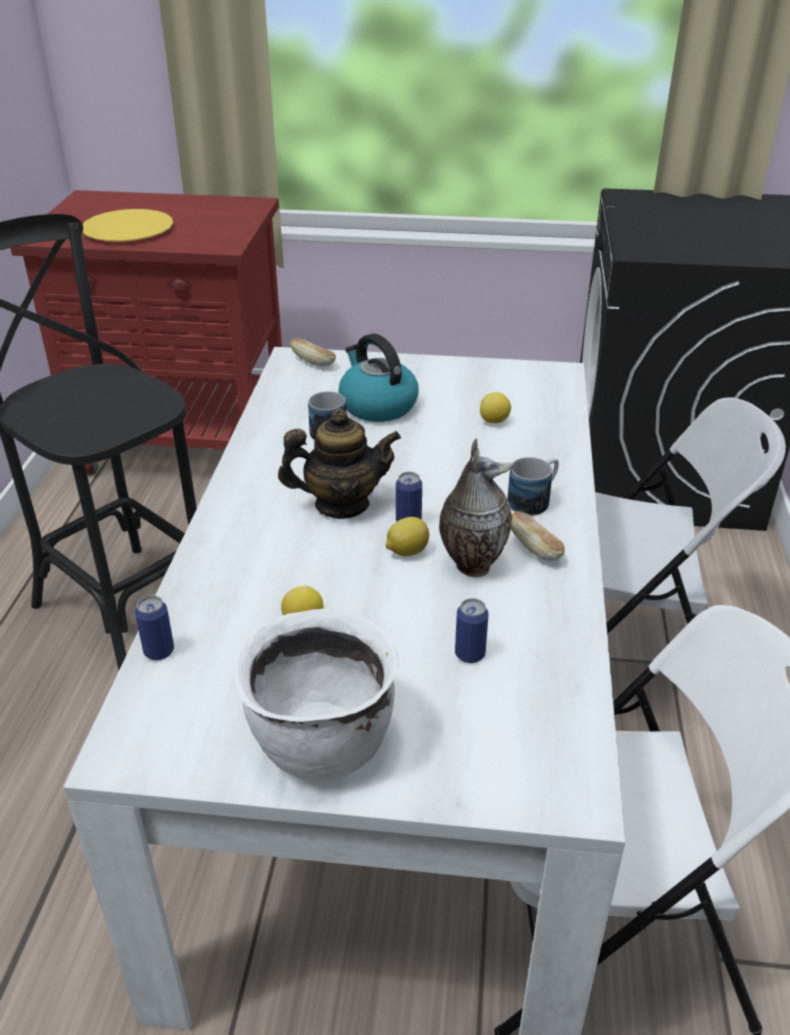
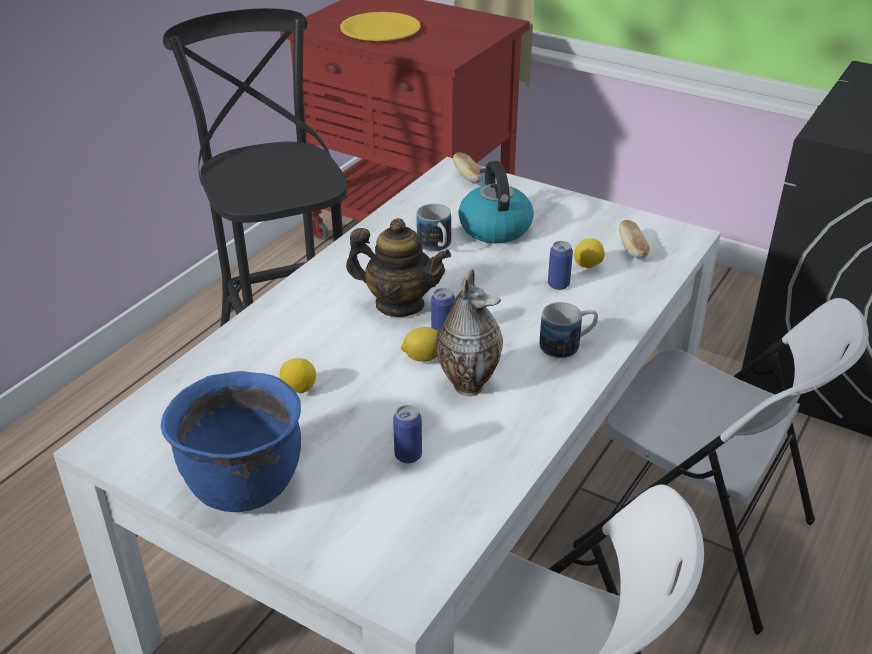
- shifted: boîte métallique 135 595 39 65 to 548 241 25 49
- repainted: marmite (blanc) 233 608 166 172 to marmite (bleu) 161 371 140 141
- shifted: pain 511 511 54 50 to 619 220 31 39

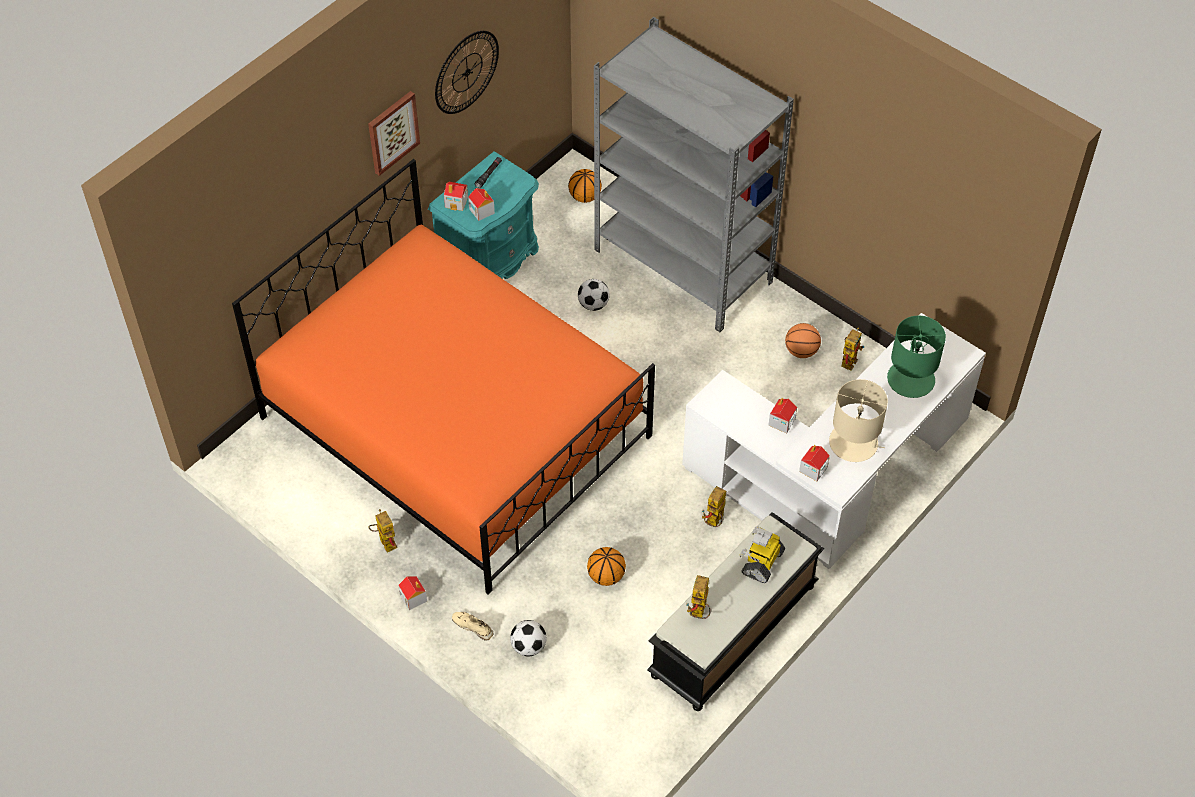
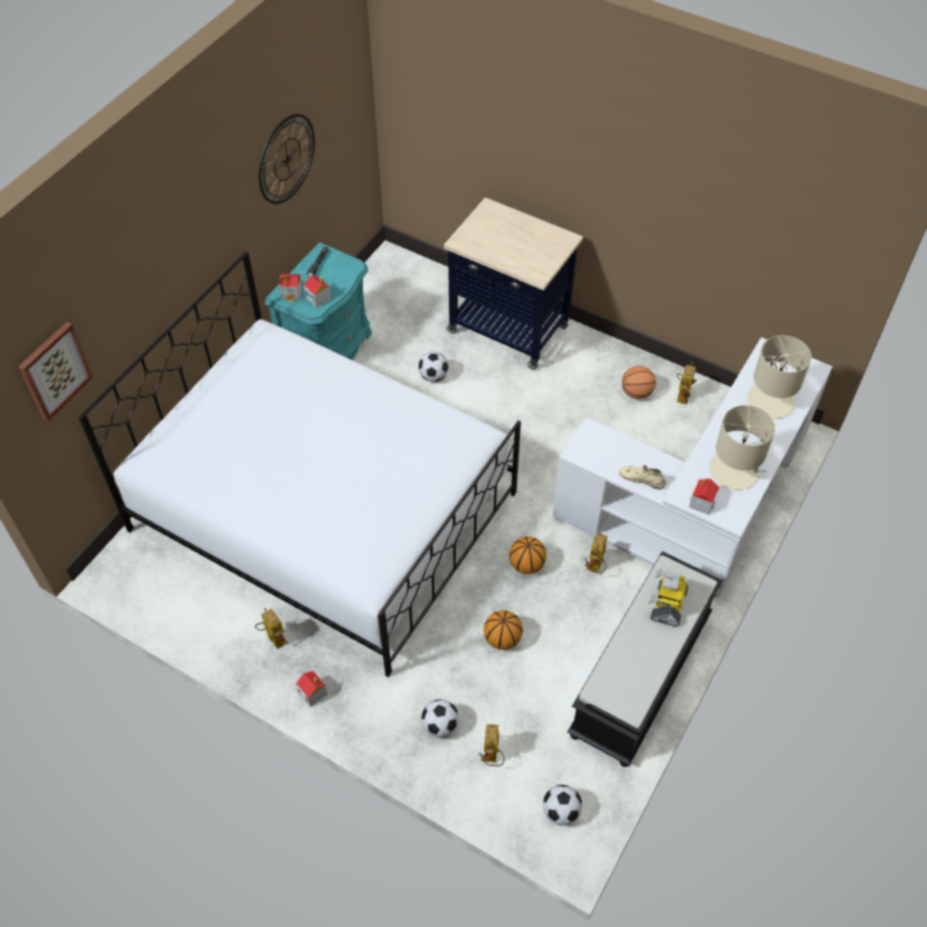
- repainted: lit (orange) 232 159 423 436 to lit (blanc) 78 251 443 426
- shifted: tableau 368 91 52 85 to 18 322 75 99
- shifted: chaussure (beige) 452 612 42 29 to 620 464 46 26
- shifted: ballon de basket 568 169 34 34 to 509 537 37 37
- swapped: bibliothèque (gris) 594 17 200 315 to chariot (bleu) 444 197 139 173
- shifted: robot jouet 686 575 25 44 to 479 724 26 42
- gone: maison miniature 768 398 29 35
- repainted: lampe de table (vert) 887 315 59 83 to lampe de table (beige) 747 335 65 84
- new: ballon de foot 543 785 39 41

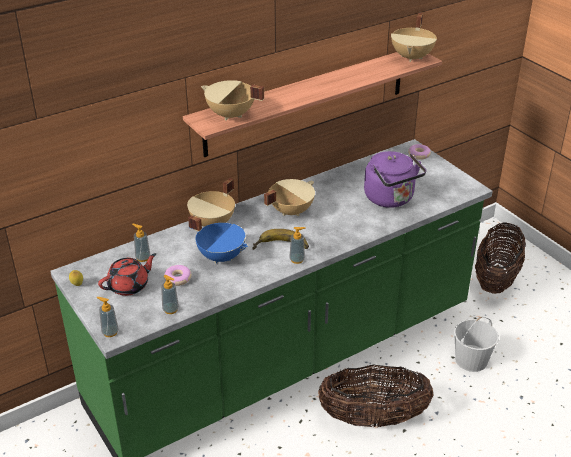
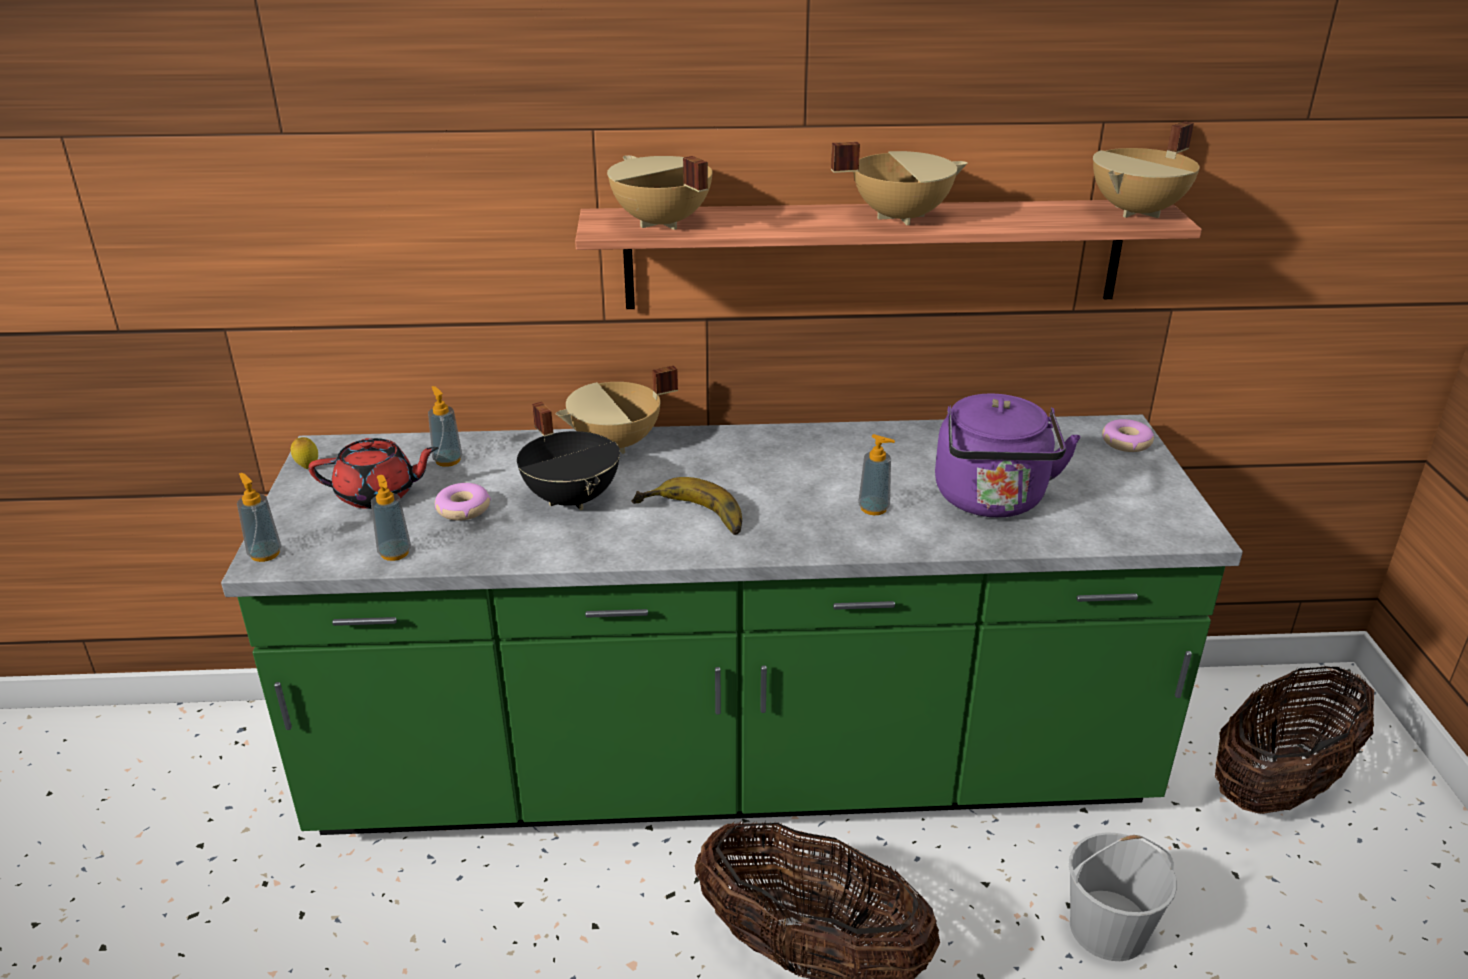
- repainted: marmite (bleu) 188 215 60 48 to marmite (noir) 517 402 103 108
- shifted: marmite (beige) 264 179 51 37 to 831 141 137 84
- shifted: distributeur de savon 289 227 17 37 to 858 434 37 81

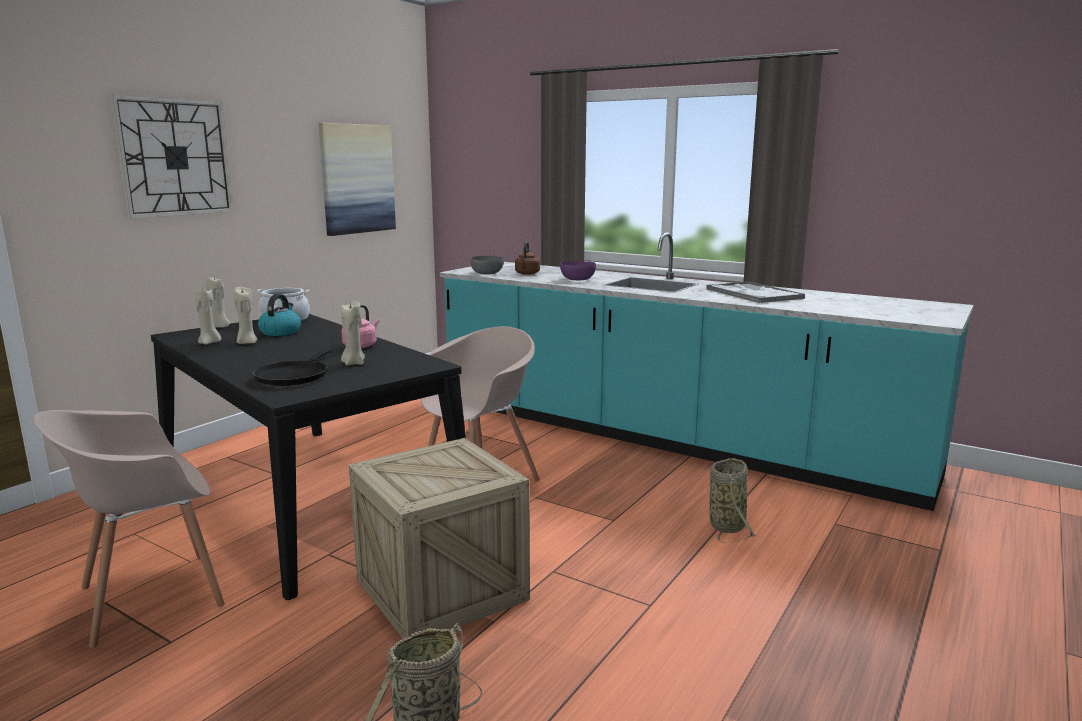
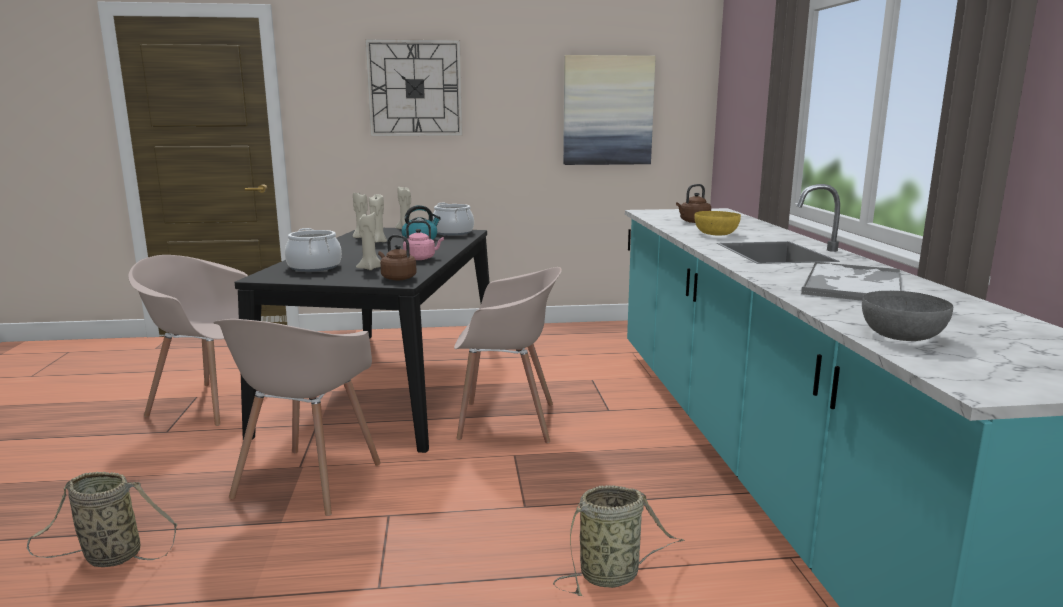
- swapped: poêle (noir) 253 349 78 37 to marmite 285 228 57 44
- swapped: caisse 349 438 181 200 to chaise (beige) 213 319 168 197
- shifted: bol (gris) 470 256 34 19 to 862 291 91 50
- repainted: bol (violet) 560 261 36 19 to bol (jaune) 694 211 47 24
- new: bouilloire (marron) 378 235 39 45

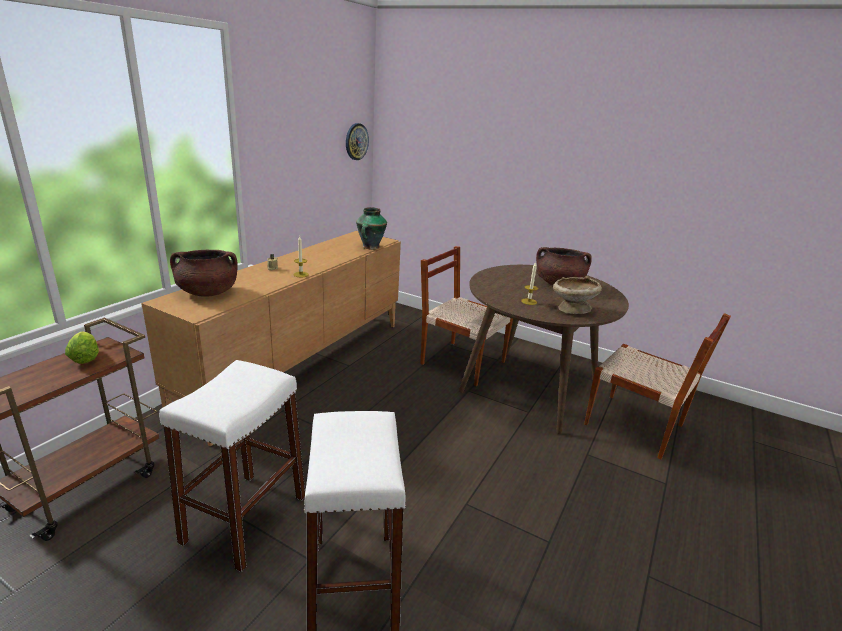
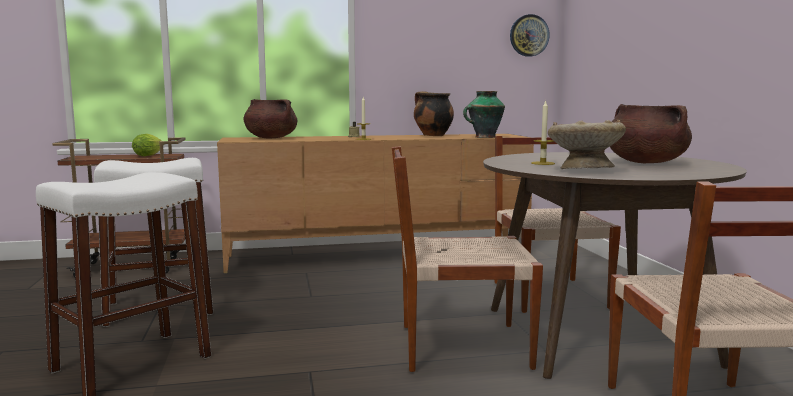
- new: chaise 392 146 151 226
- new: marmite 414 91 40 45

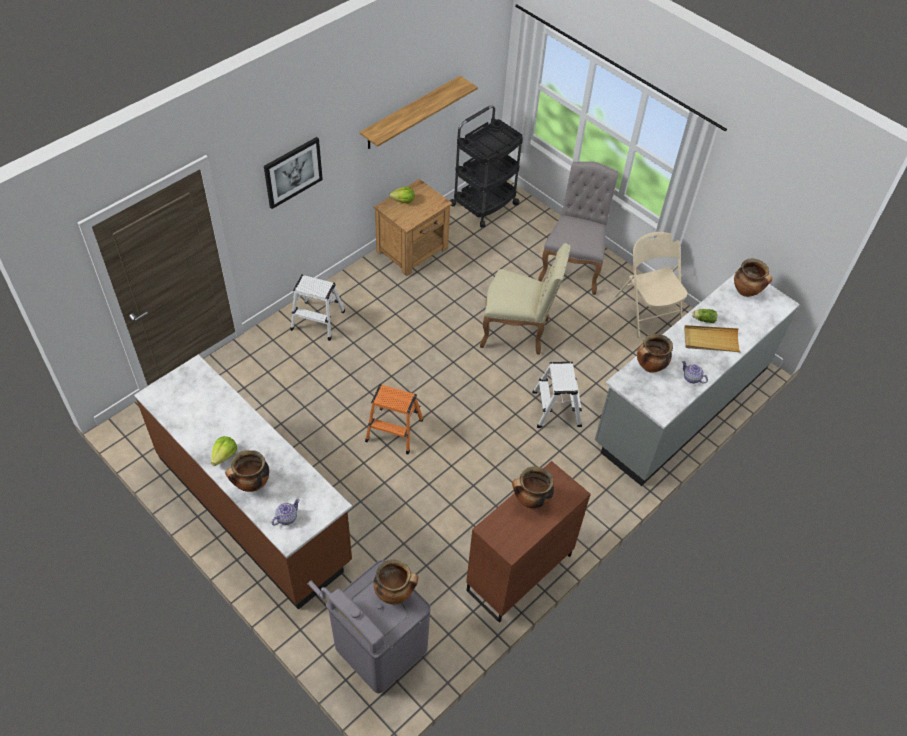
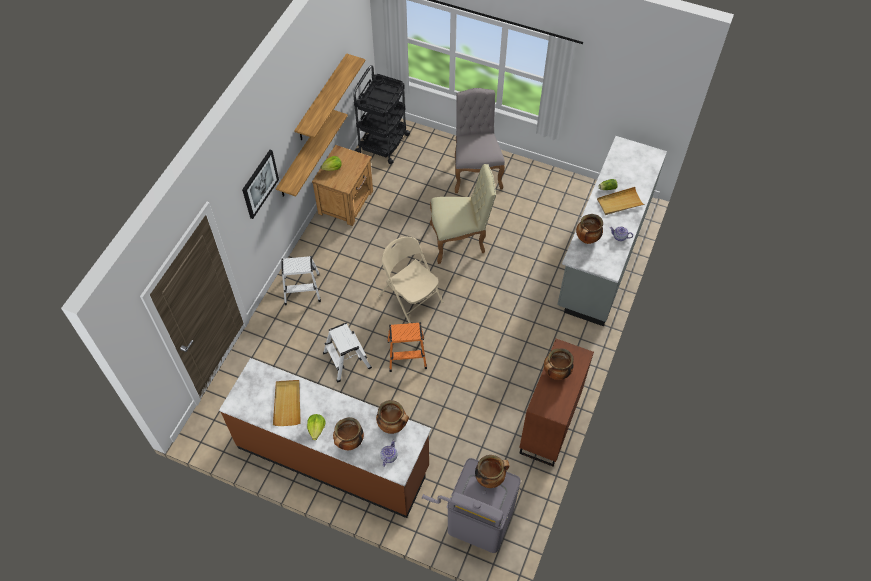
- shifted: escabeau (blanc) 532 362 50 66 to 323 323 49 60
- shifted: chaise (beige) 614 232 73 106 to 379 237 65 86
- shifted: marmite 734 259 38 38 to 376 400 33 34
- new: plateau (beige) 273 380 28 46
- new: étagère 276 110 72 87

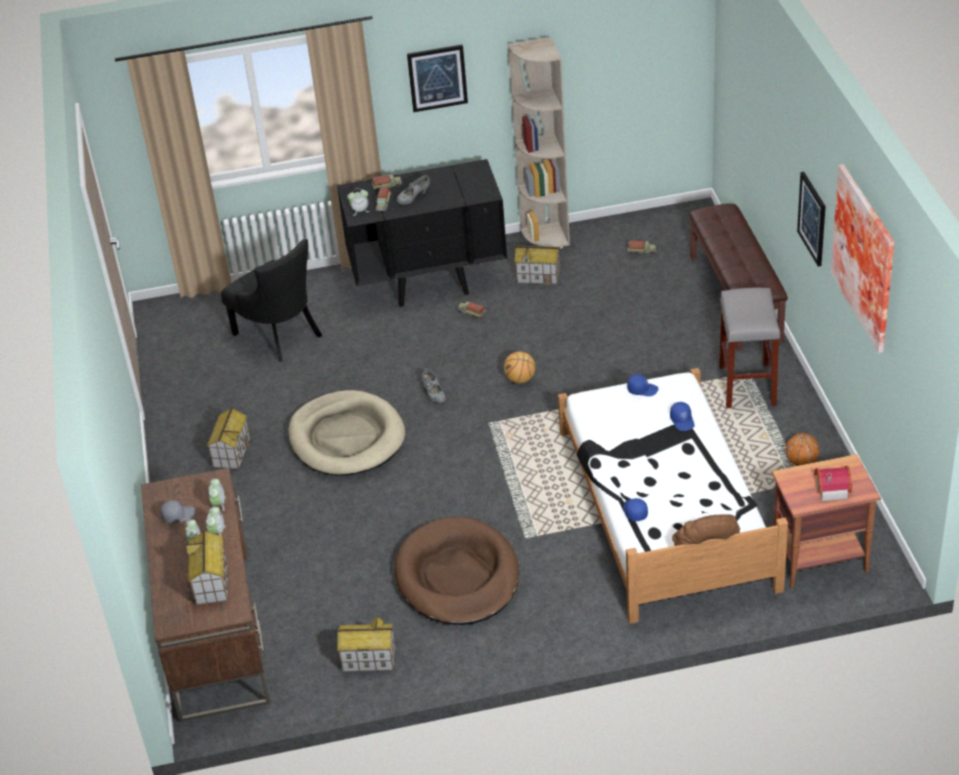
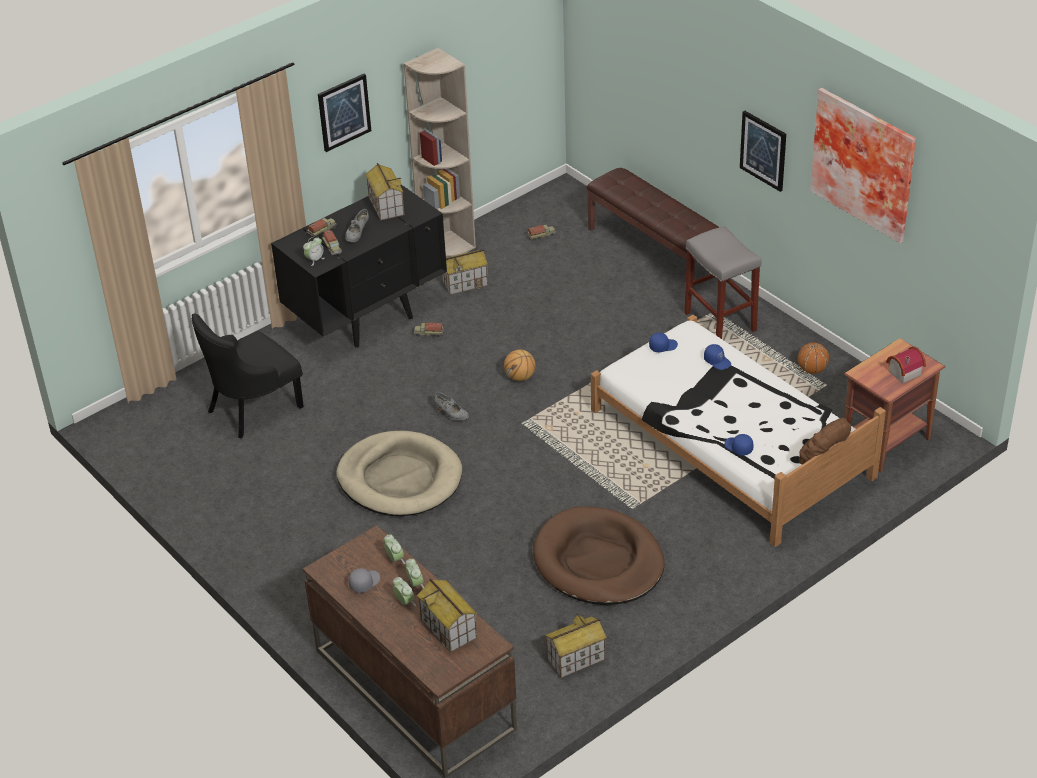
- shifted: maison miniature 207 407 44 62 to 365 163 39 58
- rotated: chaise (noir) 221 239 101 123 = 192 314 112 125 120 degrees clockwise

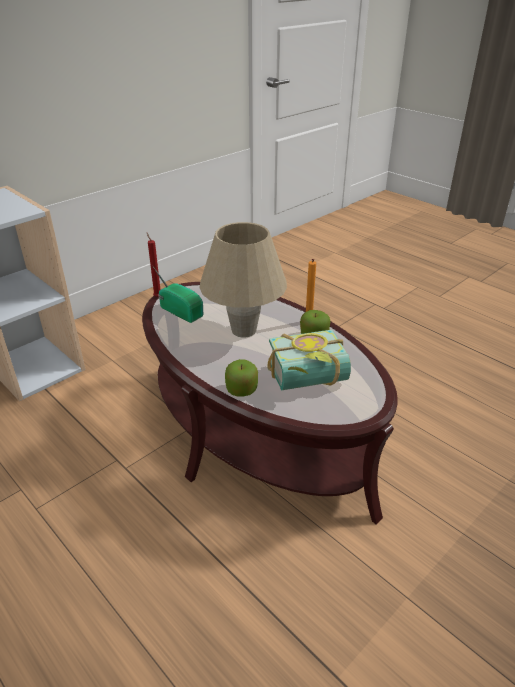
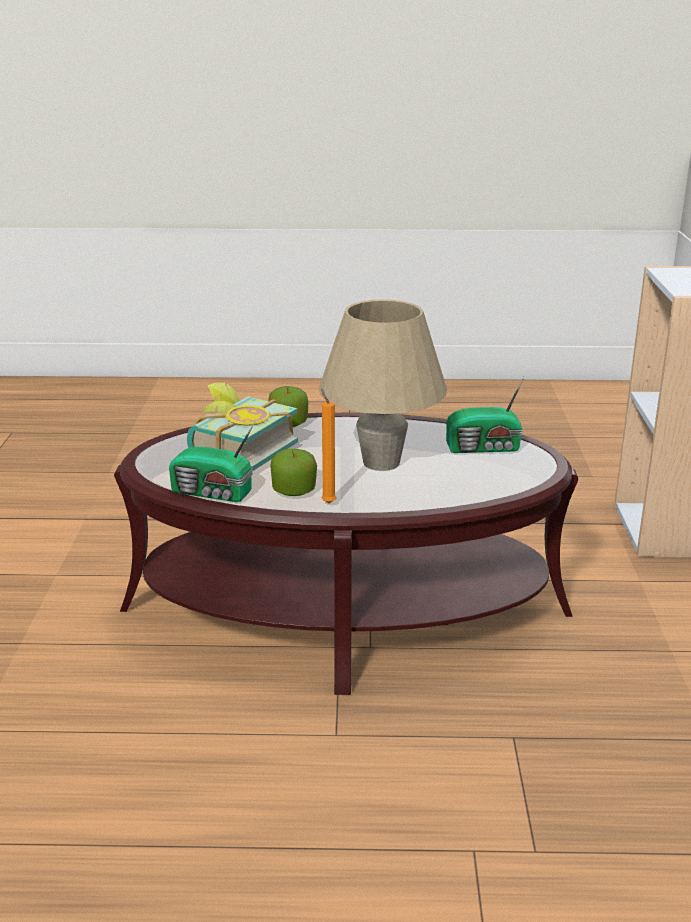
- gone: bougie (rouge) 147 233 14 64
- new: radio 169 421 87 81

